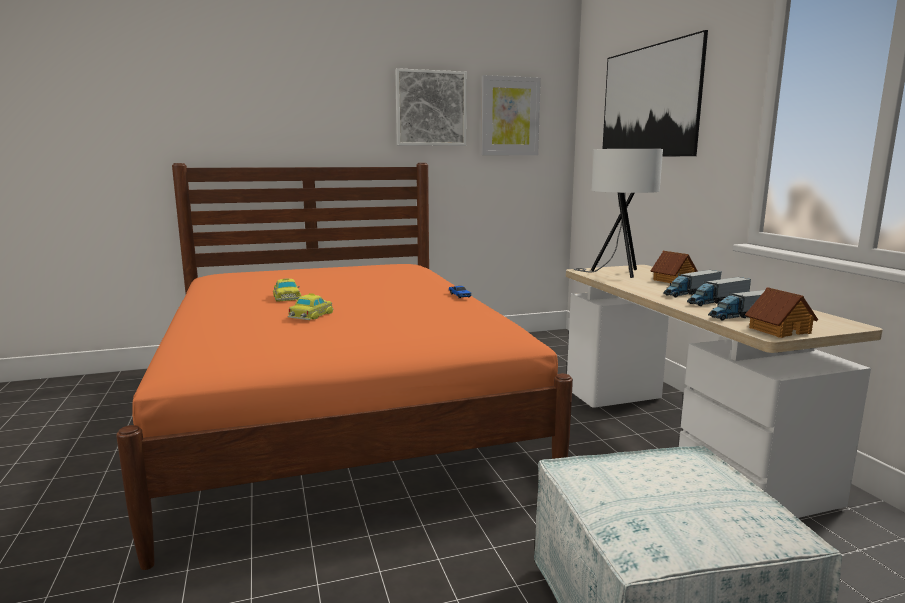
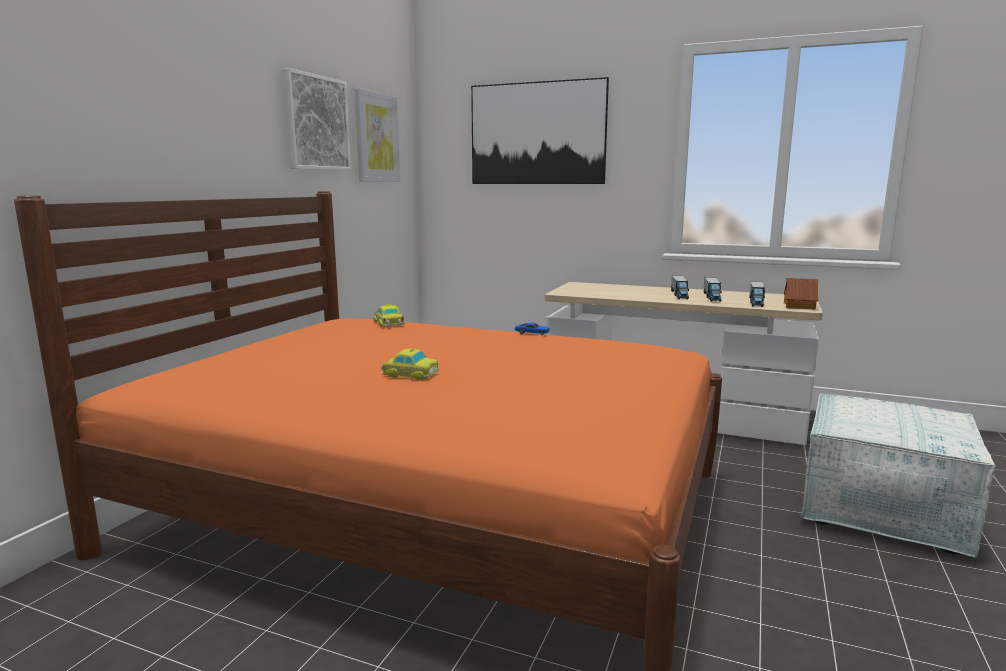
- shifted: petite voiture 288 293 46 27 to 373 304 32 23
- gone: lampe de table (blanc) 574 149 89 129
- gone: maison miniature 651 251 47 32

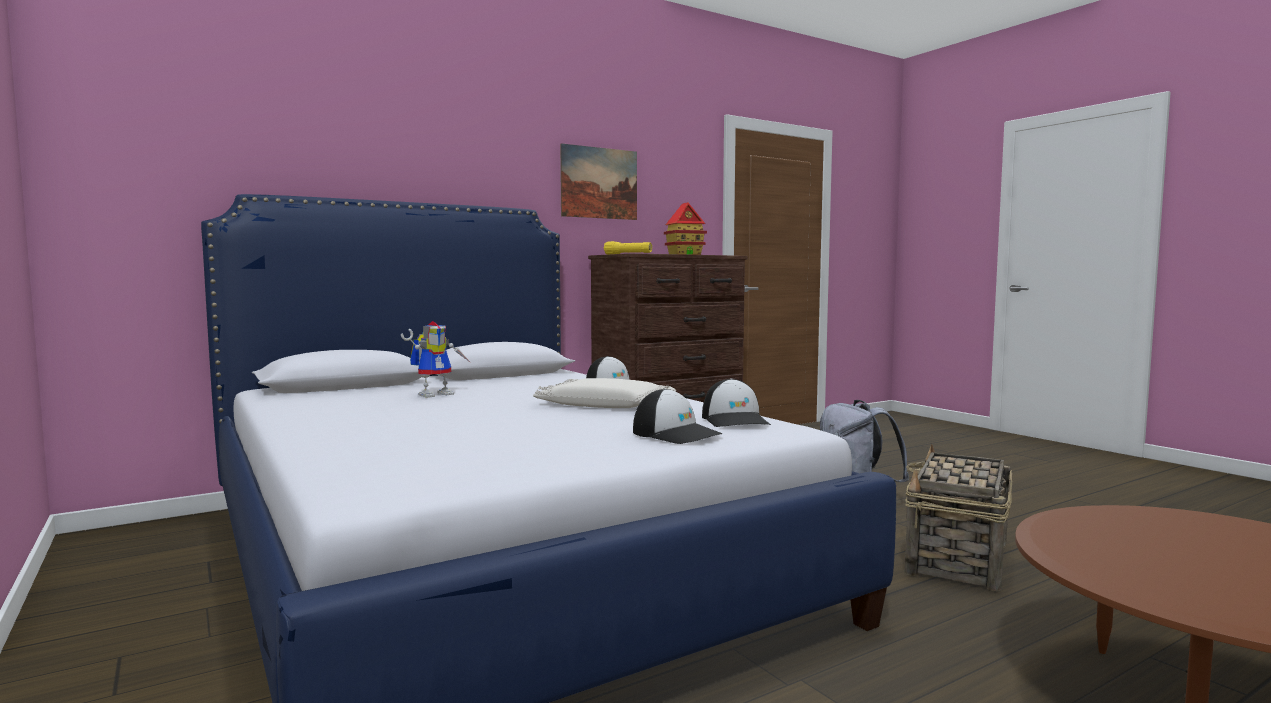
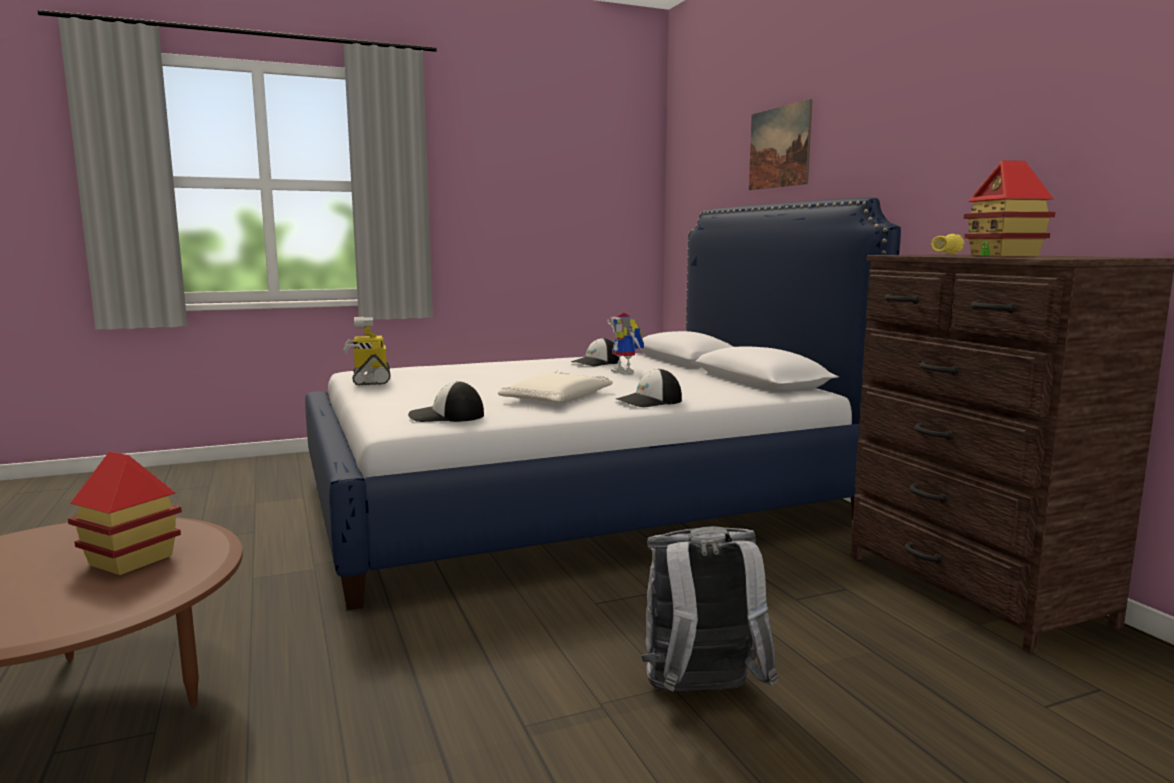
- shifted: tableau 560 143 77 77 to 749 99 63 91
- shifted: casquette 633 388 90 56 to 571 338 48 28
- gone: panier 904 444 108 147
- new: maison miniature 68 451 114 124
- new: robot jouet 343 317 48 69

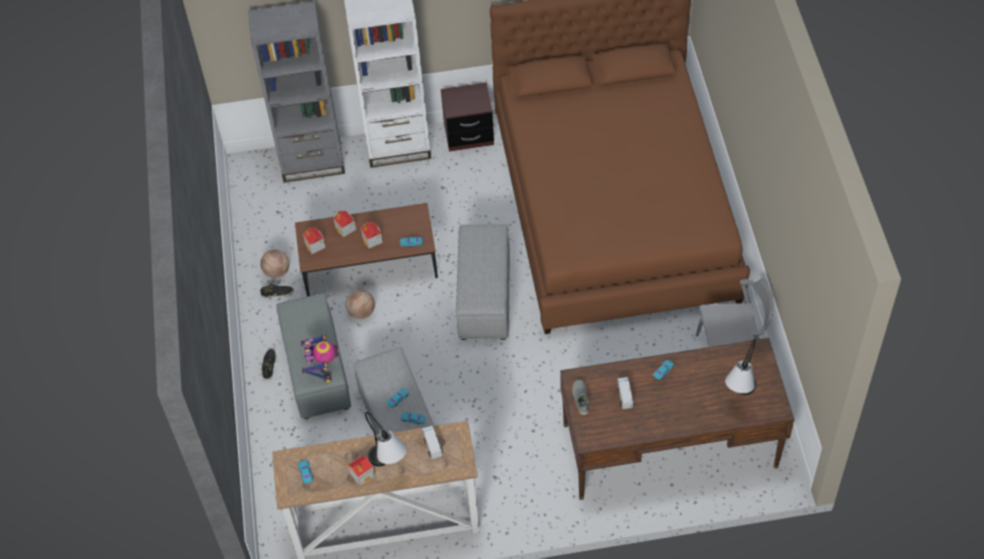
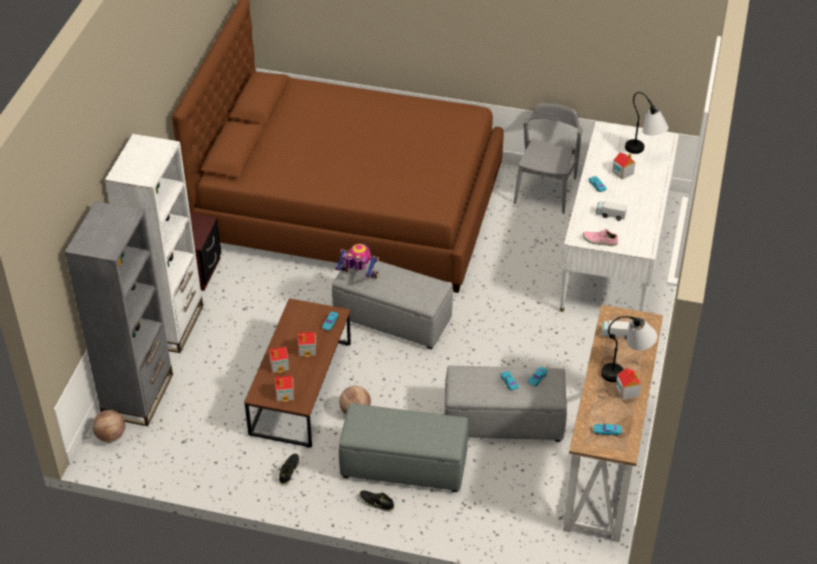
- shifted: ballon de basket 260 249 30 29 to 92 410 33 32
- shifted: robot jouet 301 334 38 48 to 335 243 44 36
- repainted: bureau (marron) 560 338 234 162 to bureau (blanc) 560 121 119 191
- repainted: chaussure (gris) 572 380 17 35 to chaussure (rose) 582 229 36 17
- new: maison miniature 612 152 24 28

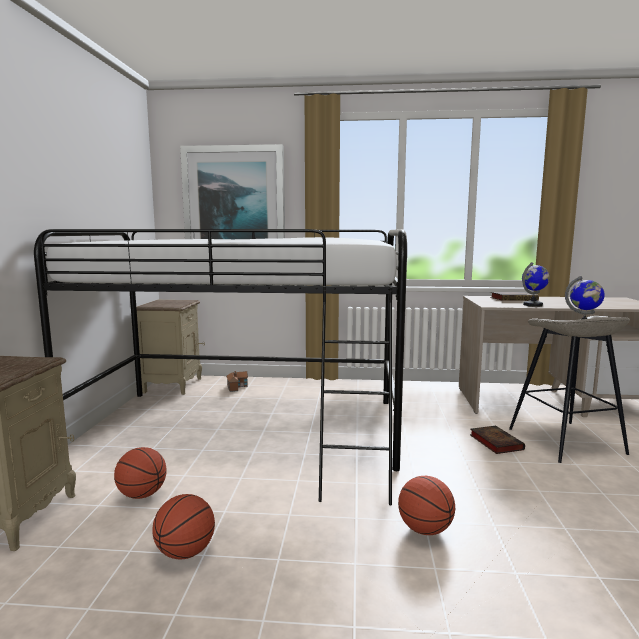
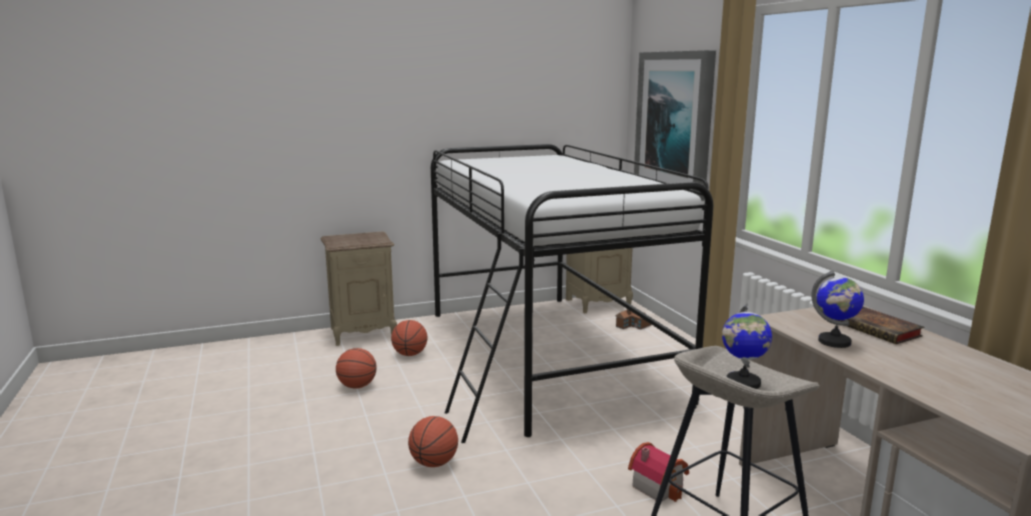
- swapped: livre 470 426 55 28 to maison miniature 628 442 61 60

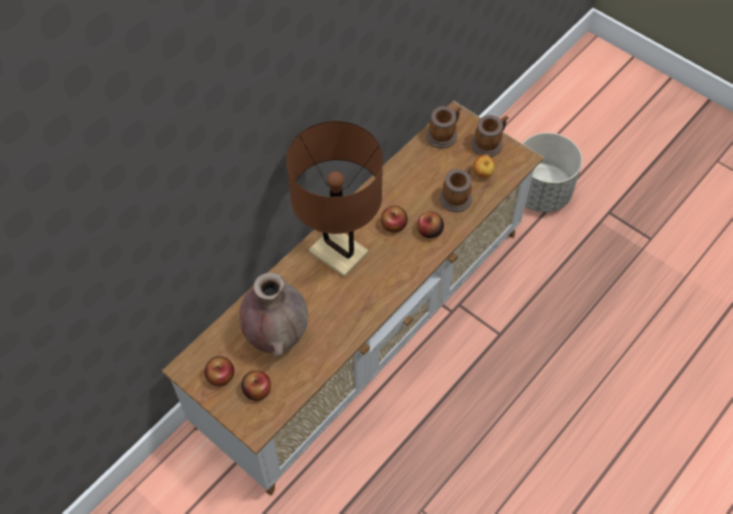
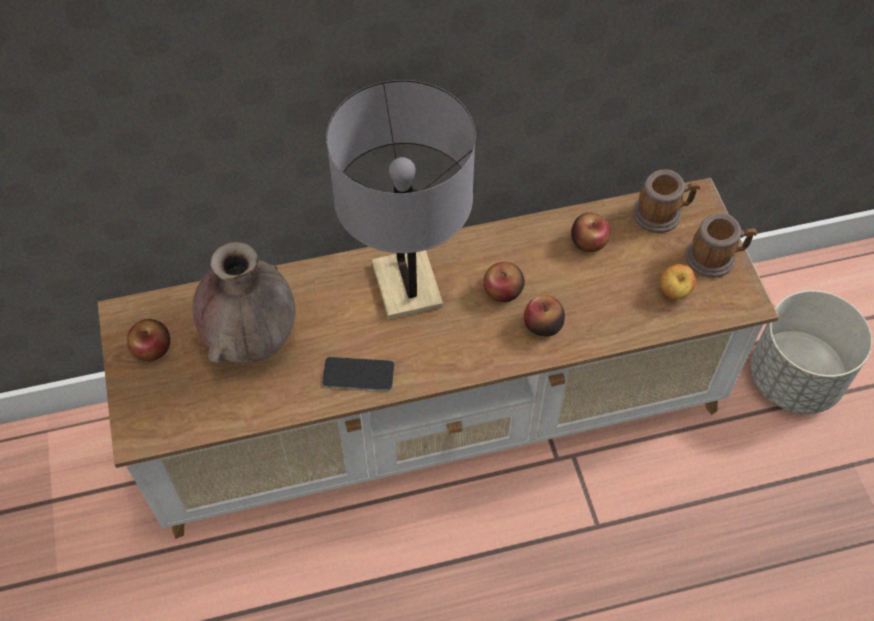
- shifted: pomme 241 370 30 31 to 571 213 40 39
- repainted: lampe de table (marron) 286 121 97 157 to lampe de table (gris) 326 80 150 240
- gone: mug 440 165 32 47
- new: téléphone 322 357 73 34

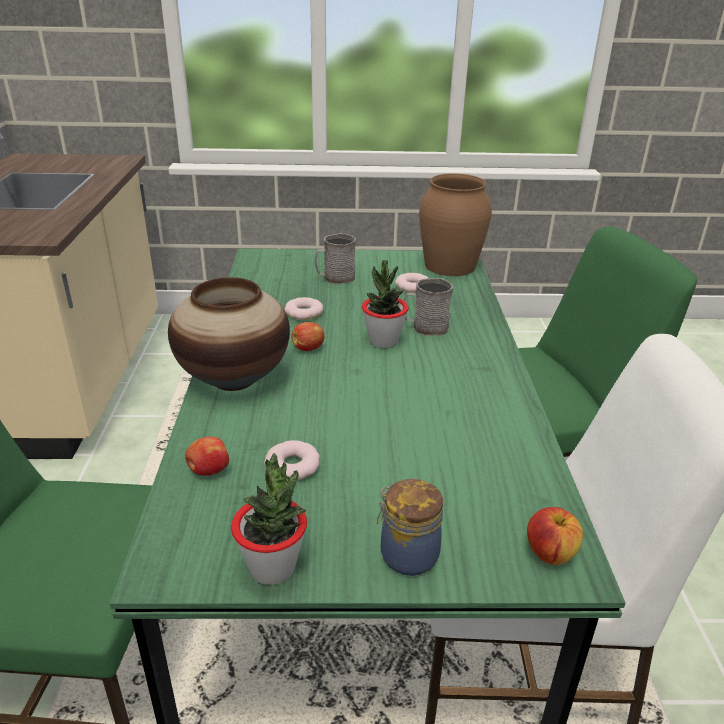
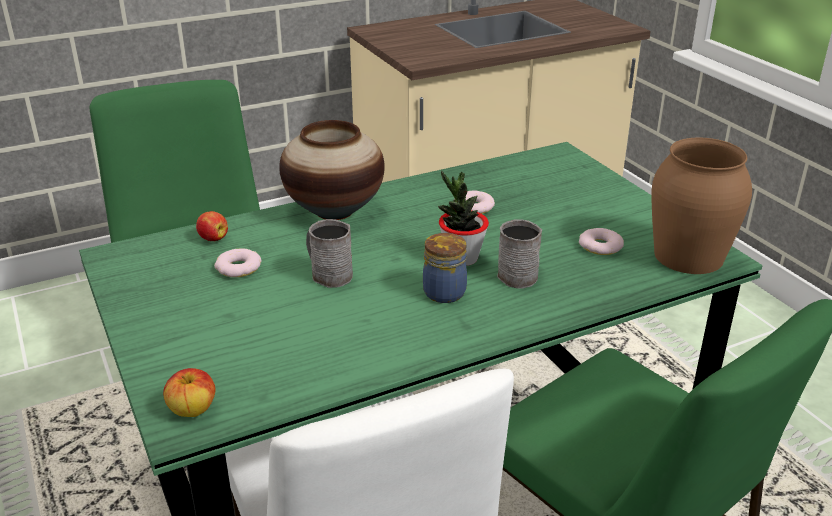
- gone: plante en pot 231 453 76 132
- gone: pomme 292 322 32 29
- shifted: mug (gris) 315 233 41 52 to 306 219 47 69
- shifted: bocal 377 479 66 97 to 423 233 44 70

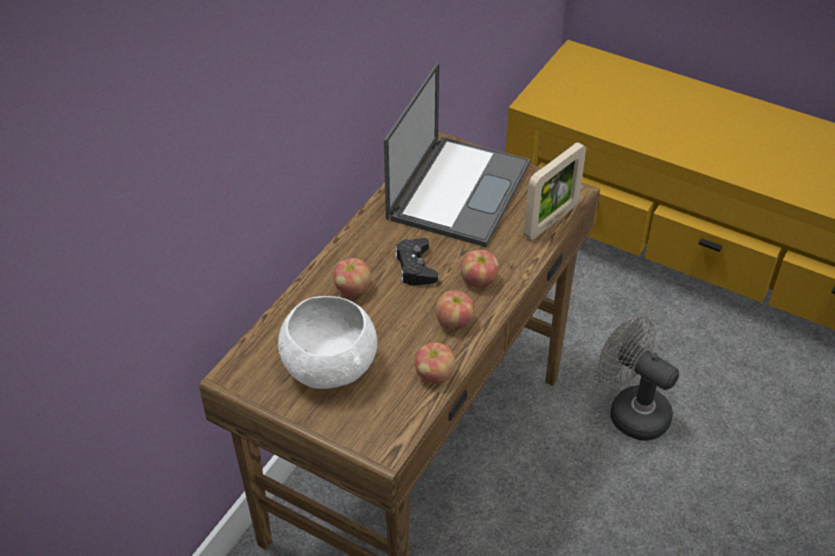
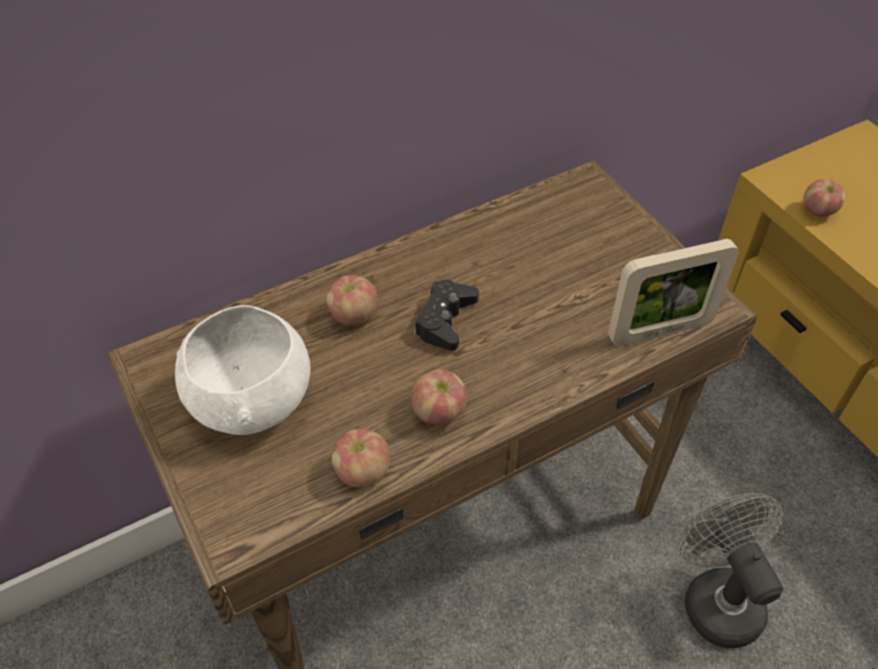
- gone: ordinateur portable 384 62 146 185
- shifted: pomme 460 250 39 37 to 804 179 41 37

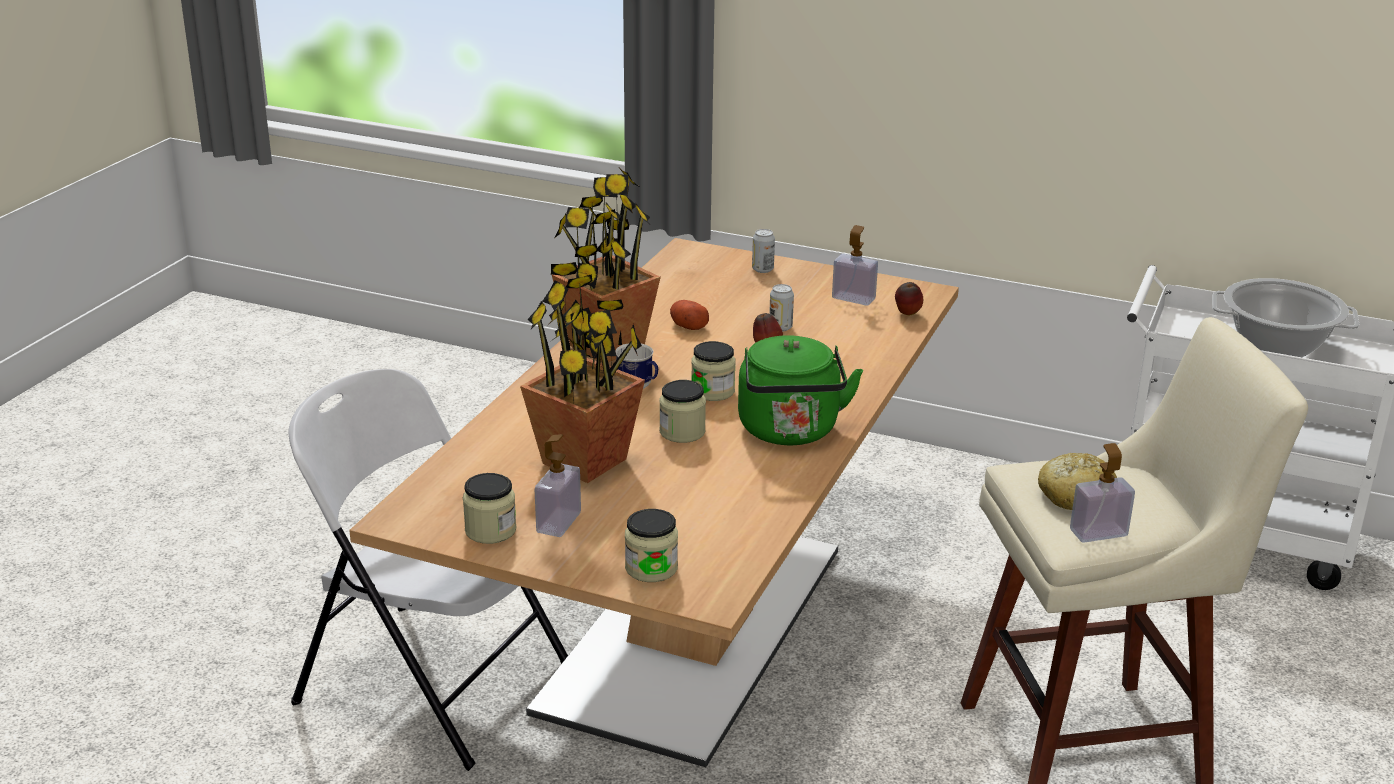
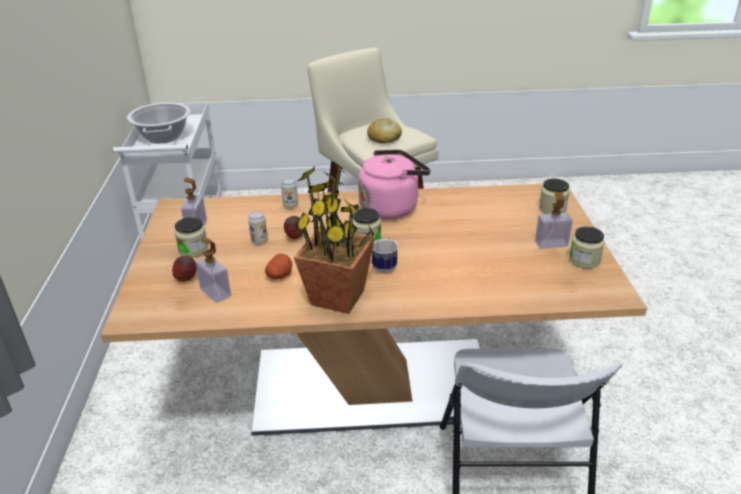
- gone: plante en pot 520 262 125 221
- shifted: bocal 660 380 46 63 to 175 217 33 41
- repainted: bouilloire (vert) 738 335 125 110 to bouilloire (rose) 358 149 73 70
- shifted: boîte métallique 752 229 23 44 to 281 178 17 31
- shifted: pomme 895 282 28 33 to 172 255 25 27
- shifted: distributeur de savon 1070 443 65 99 to 195 239 36 64

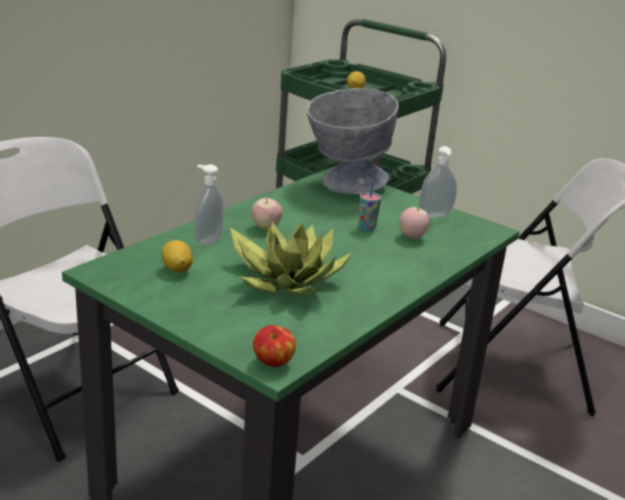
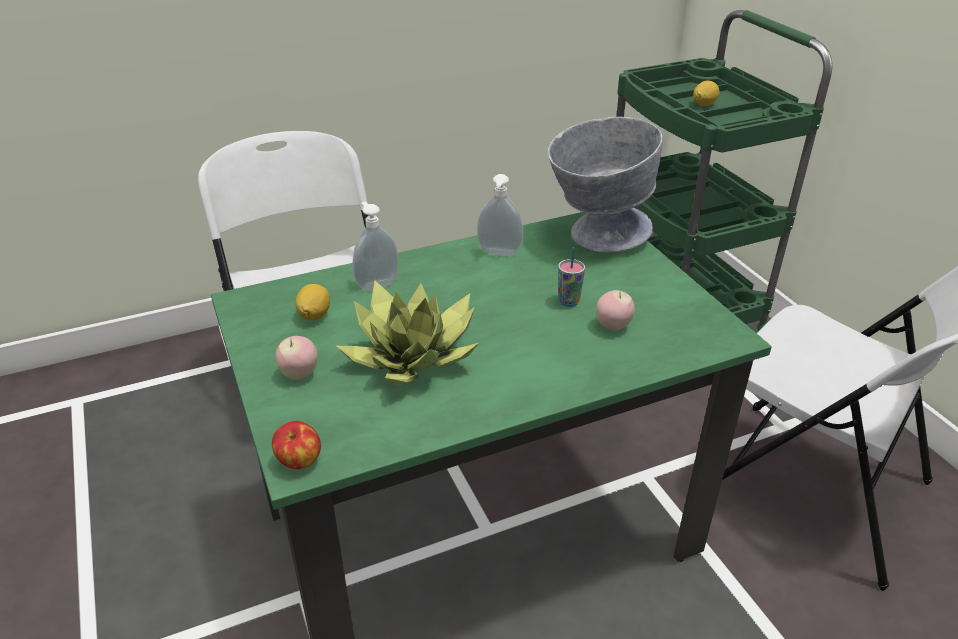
- shifted: pomme 251 197 31 33 to 275 336 43 44
- shifted: distributeur de savon 419 146 38 72 to 477 174 46 82

